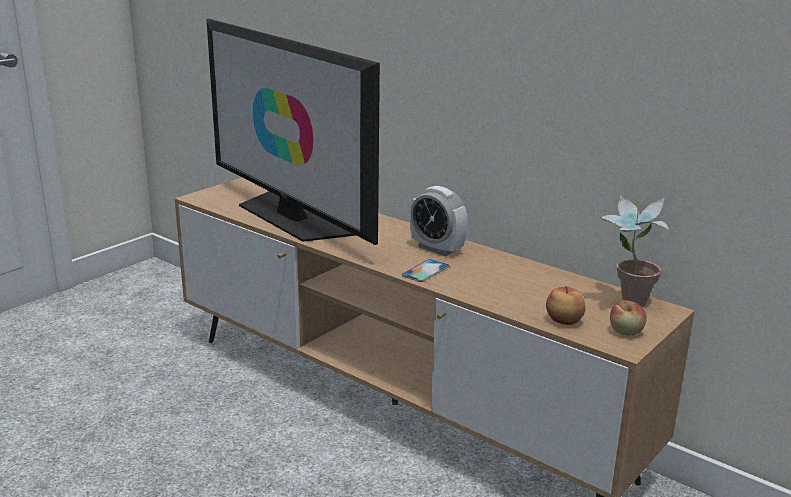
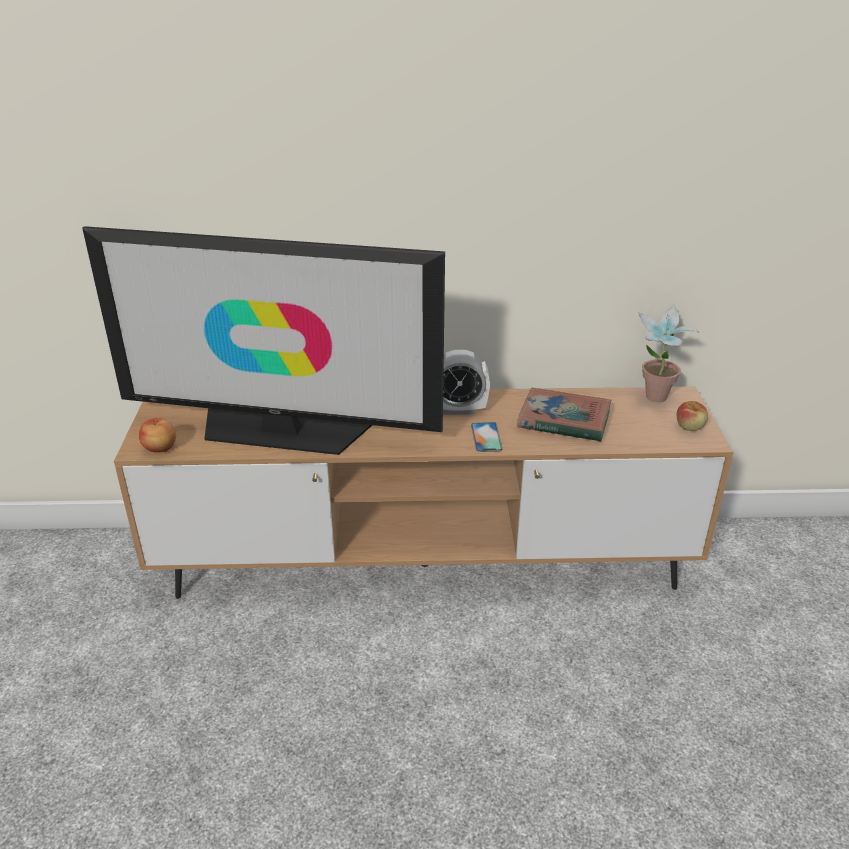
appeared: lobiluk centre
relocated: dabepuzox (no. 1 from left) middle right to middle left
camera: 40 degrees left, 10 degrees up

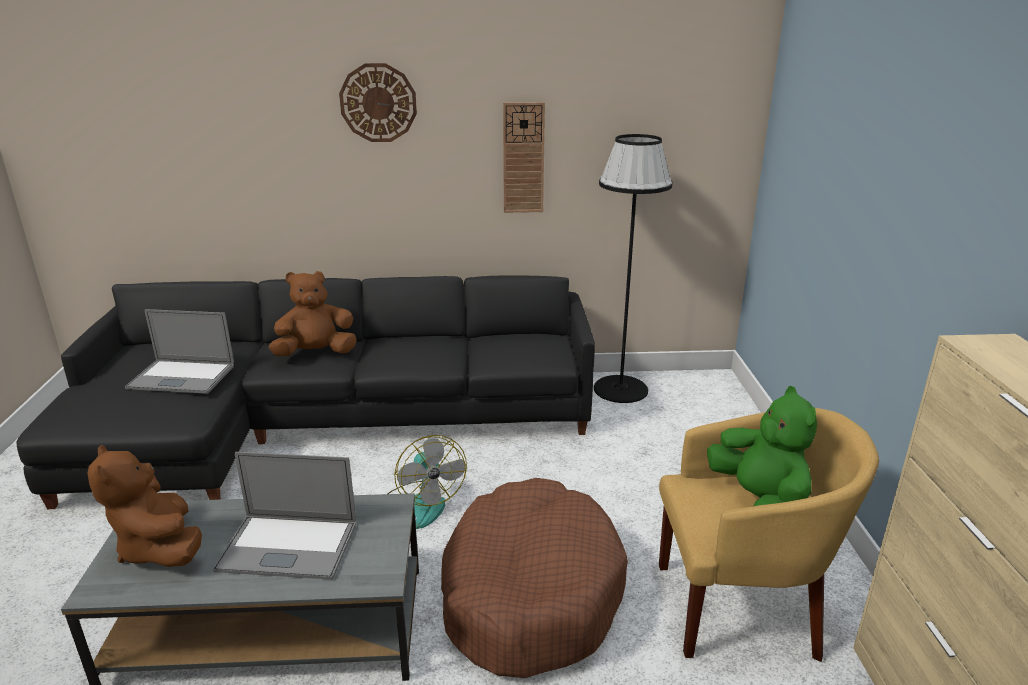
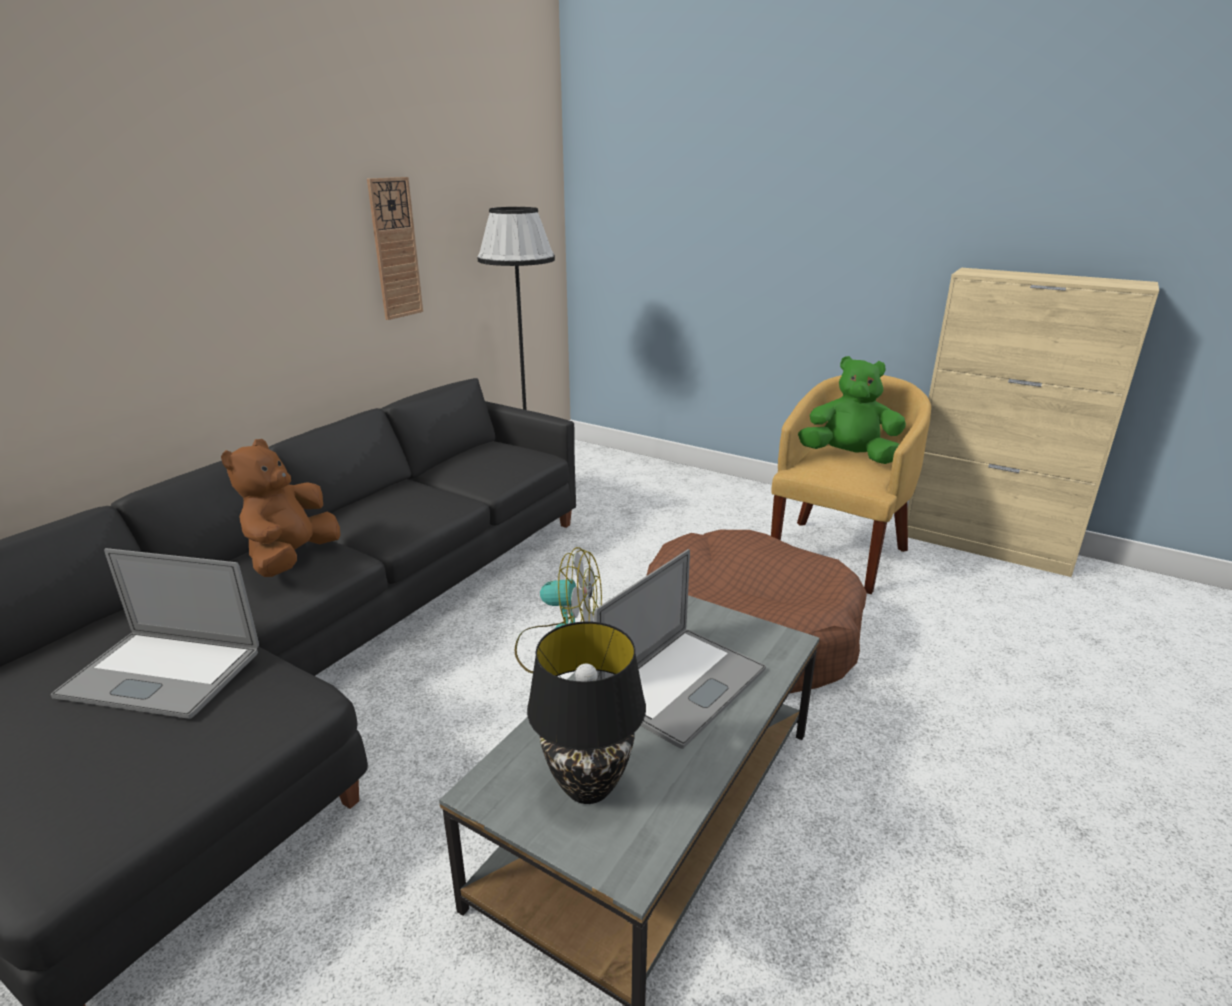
missing: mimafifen (no. 1 from left) top centre
exchanged: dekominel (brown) (no. 1 from left) bottom left to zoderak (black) bottom centre
spun: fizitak (no. 1 from left) middle left = middle left 60 degrees clockwise
camera: 55 degrees left, 0 degrees up

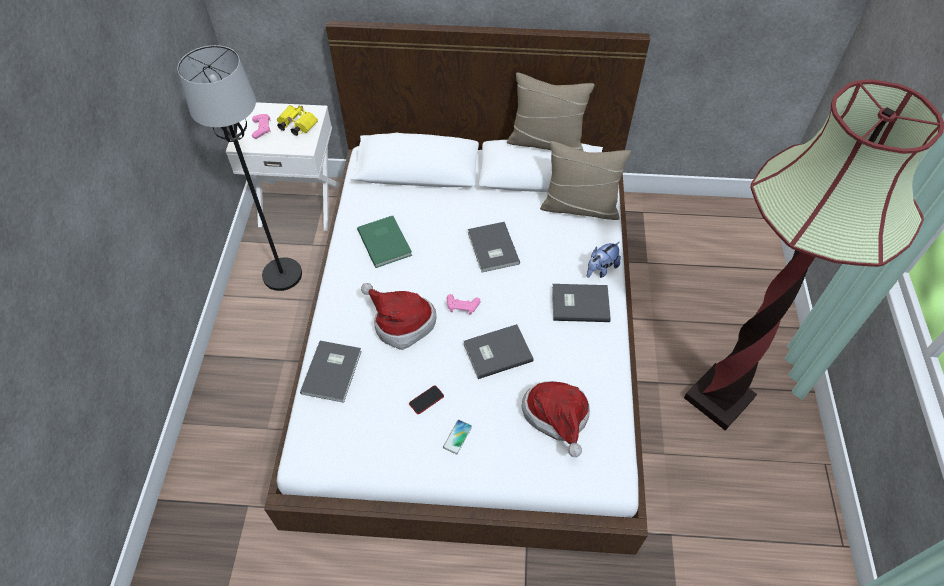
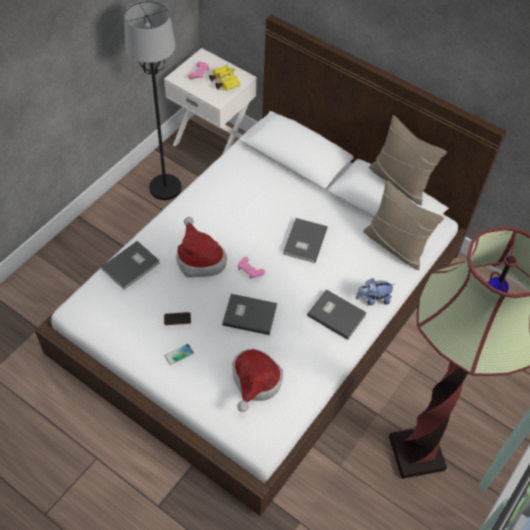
missing: lobiluk (green) centre
camera: 30 degrees right, 0 degrees up

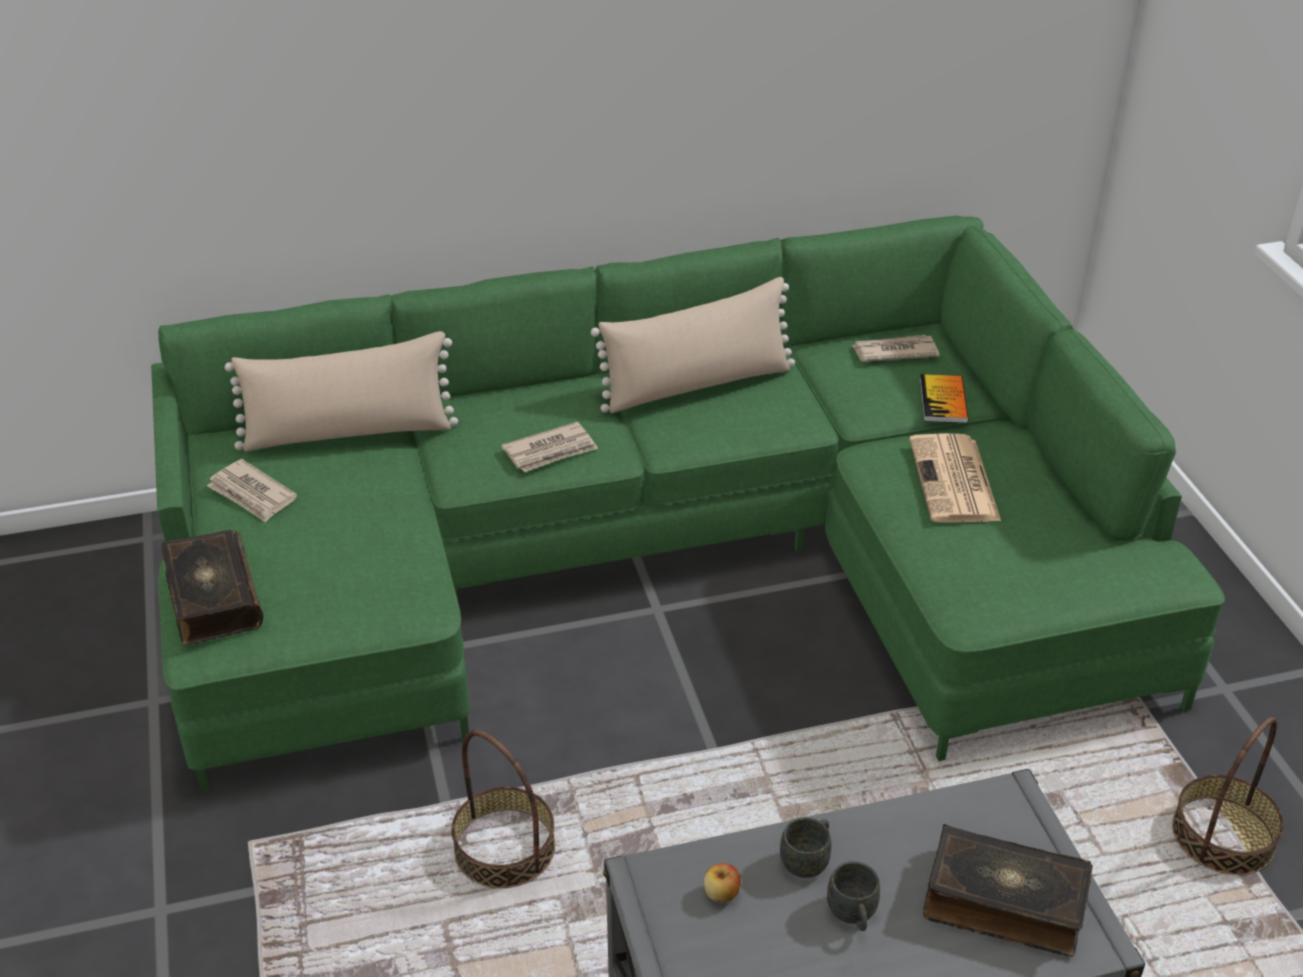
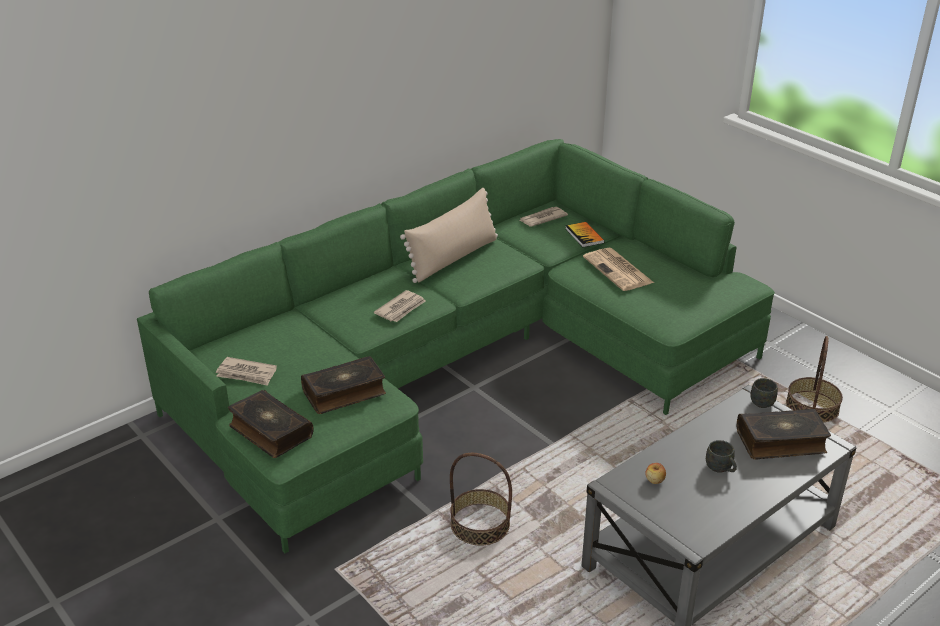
missing: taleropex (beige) (no. 1 from left) middle left
appeared: lobiluk (no. 2 from left) centre
relocated: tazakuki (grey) (no. 1 from left in the first image) bottom centre to tazakuki (grey) (no. 2 from left) middle right
camera: 25 degrees left, 5 degrees down

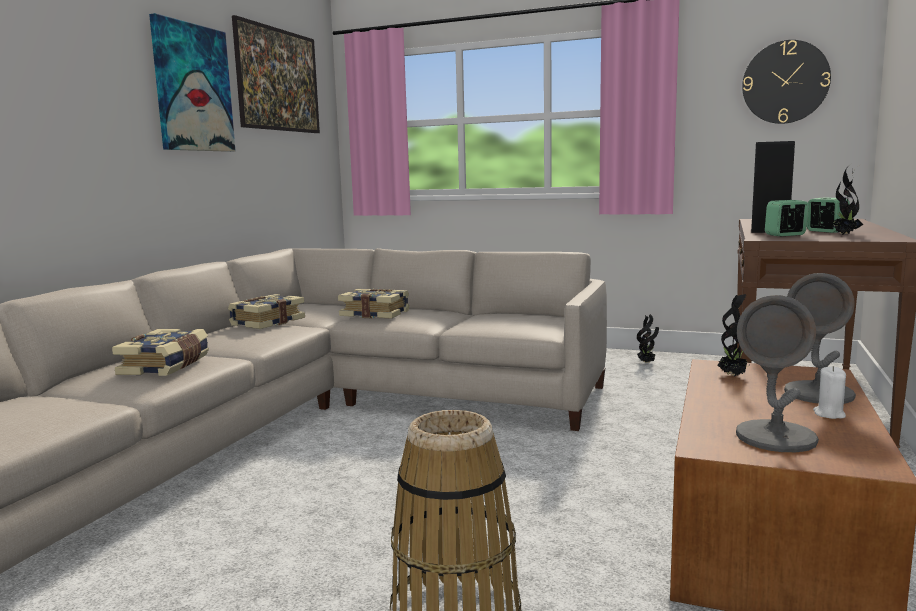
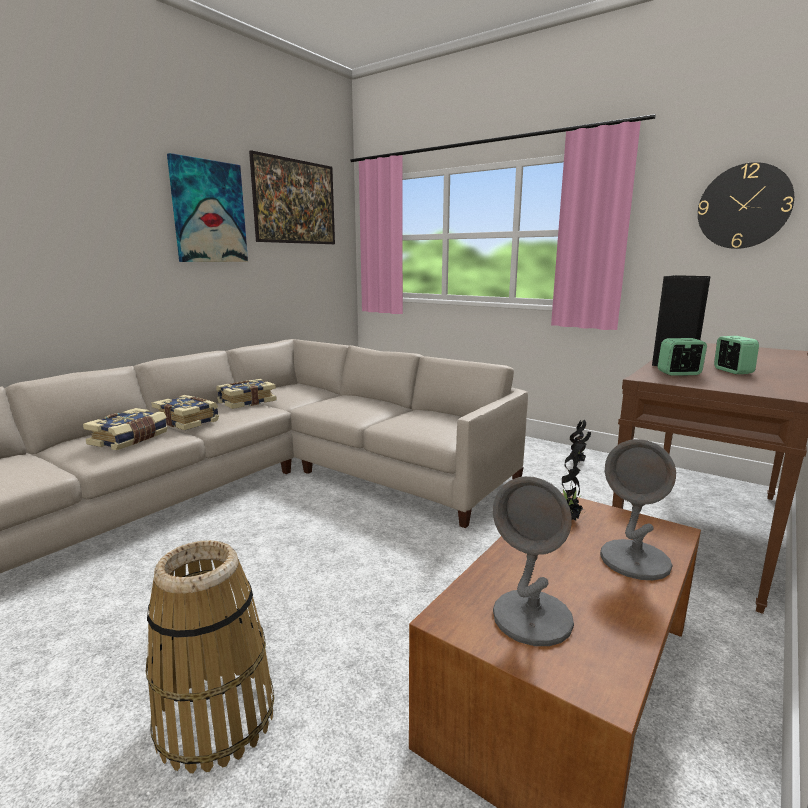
missing: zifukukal (no. 3 from left) top right; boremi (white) middle right
relocated: lobiluk (no. 3 from left in the first image) centre to lobiluk (no. 2 from left) middle left
camera: 15 degrees right, 5 degrees up

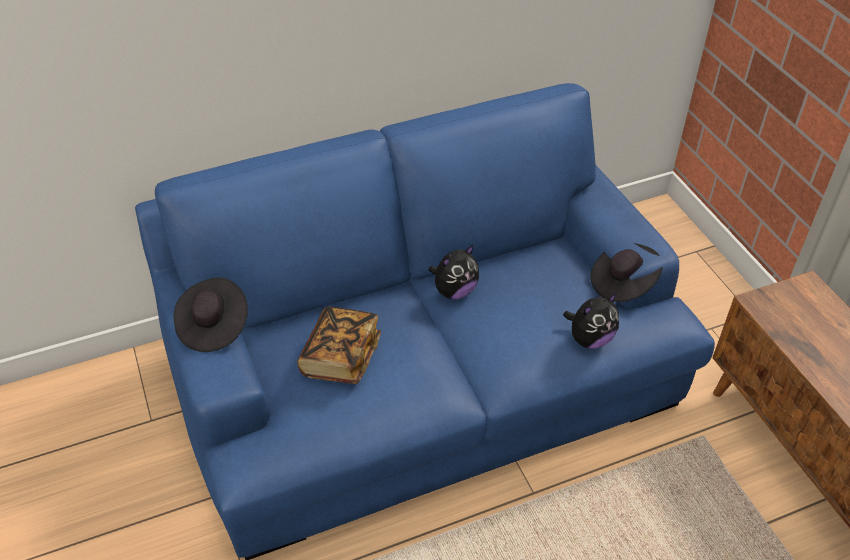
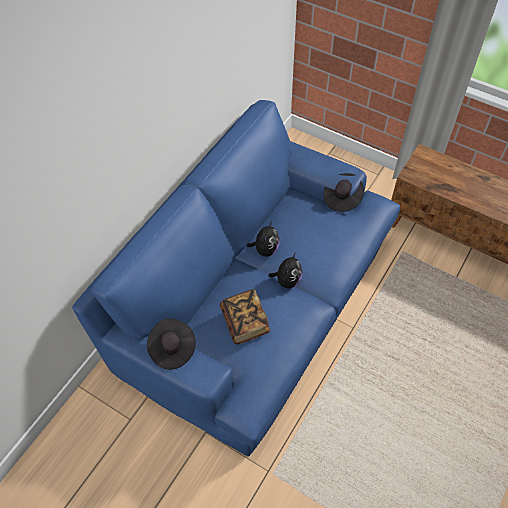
relocated: dekominel (no. 2 from left) middle right to centre
camera: 35 degrees left, 10 degrees up

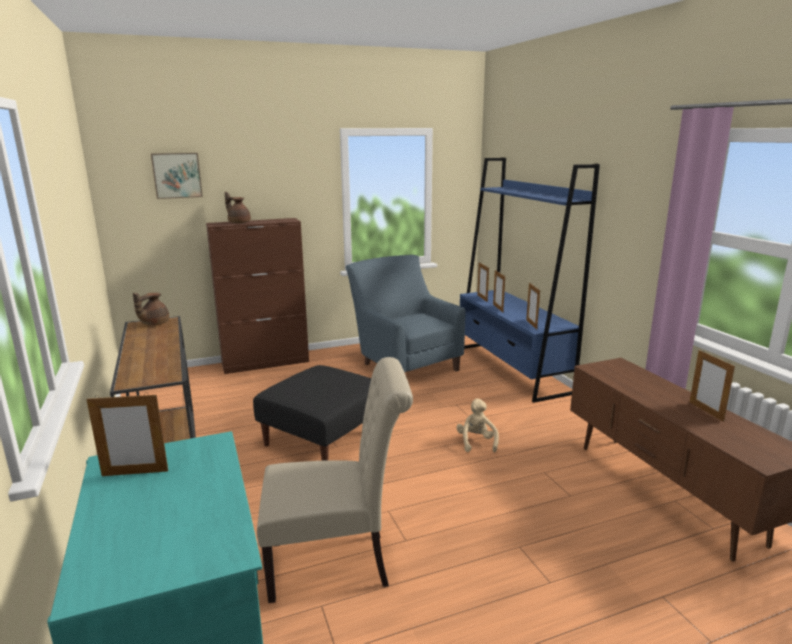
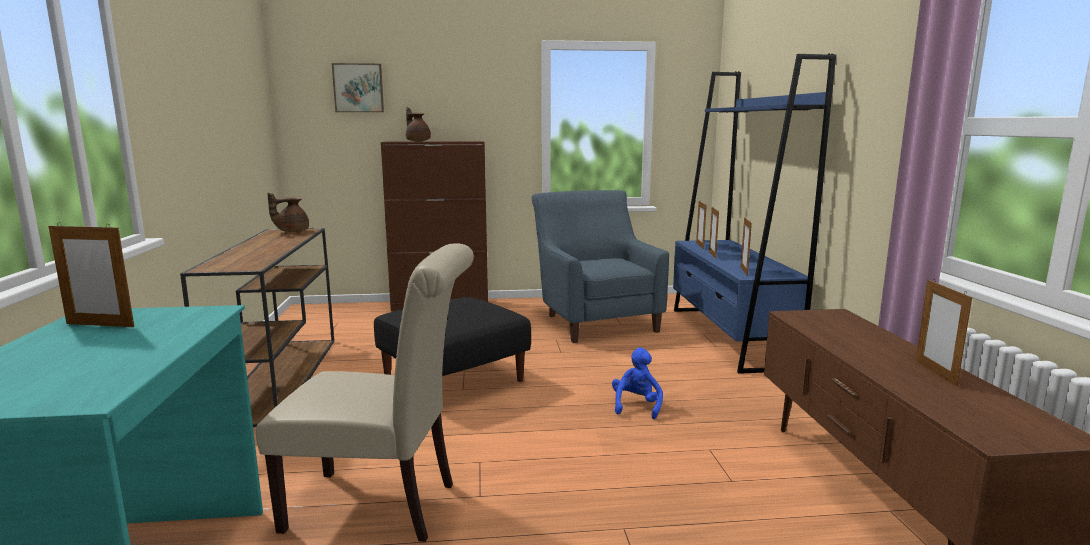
colour: dekominel (beige) centre to dekominel (blue) bottom centre
camera: 15 degrees right, 5 degrees down

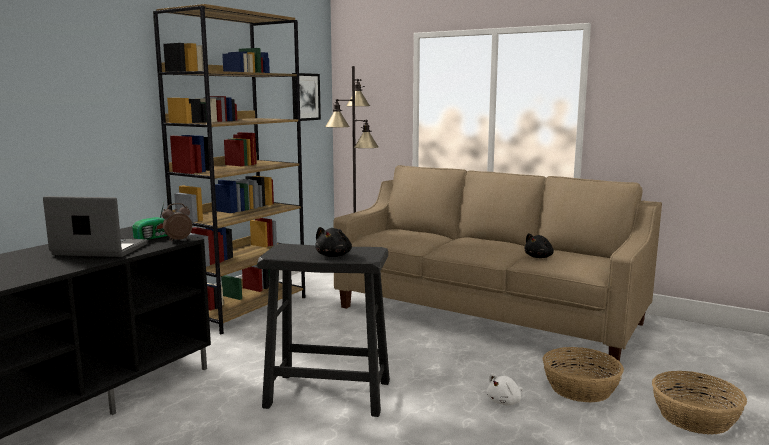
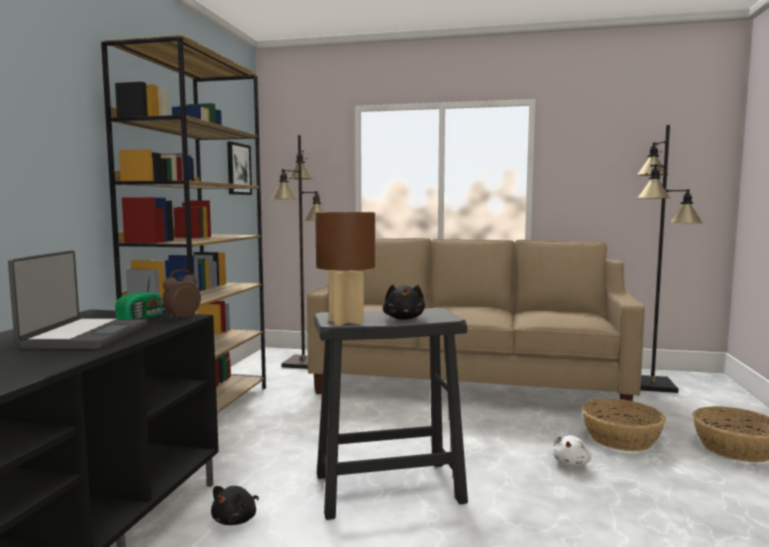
appeared: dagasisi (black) (no. 2 from left) middle right; zoderak (brown) centre
relocated: dekominel (black) (no. 2 from left in the first image) middle right to dekominel (black) (no. 1 from left) bottom left
spun: fizitak middle left = middle left 105 degrees clockwise
camera: 20 degrees left, 5 degrees down

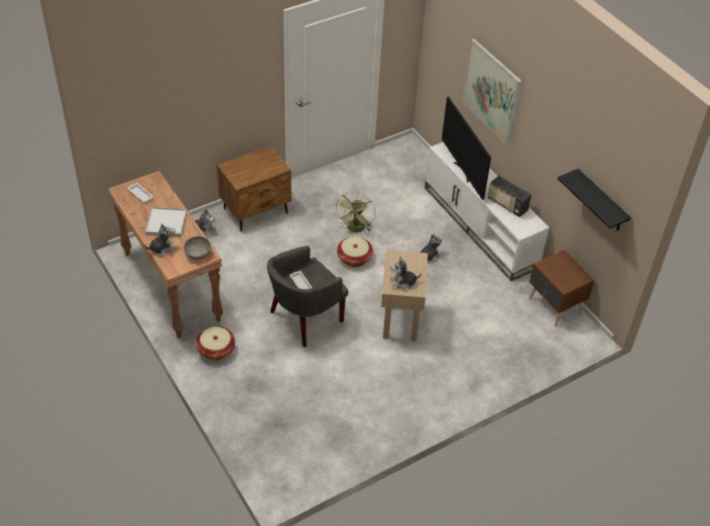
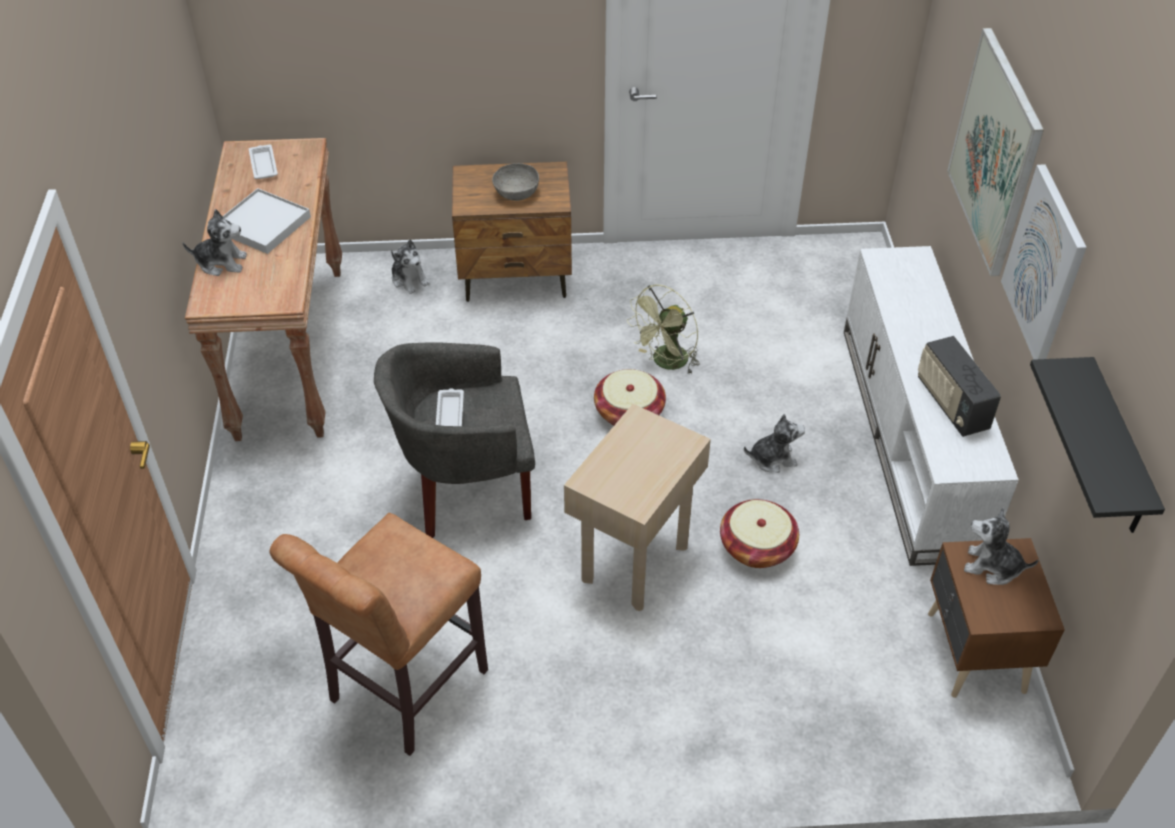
missing: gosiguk top centre
appeared: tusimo (no. 2 from left) top right; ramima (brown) bottom left
relocated: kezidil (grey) middle left to top centre; dekominel (no. 3 from left in the first image) centre to dekominel (no. 4 from left) middle right; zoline (no. 1 from left in the first image) middle left to zoline (no. 2 from left) centre
camera: 30 degrees right, 0 degrees up

